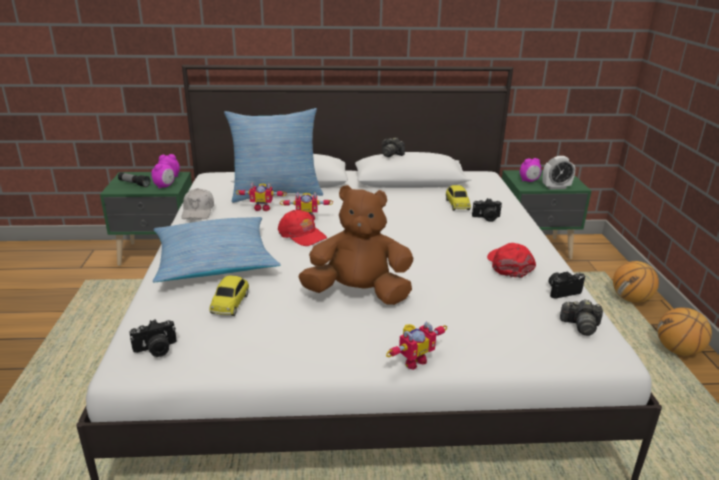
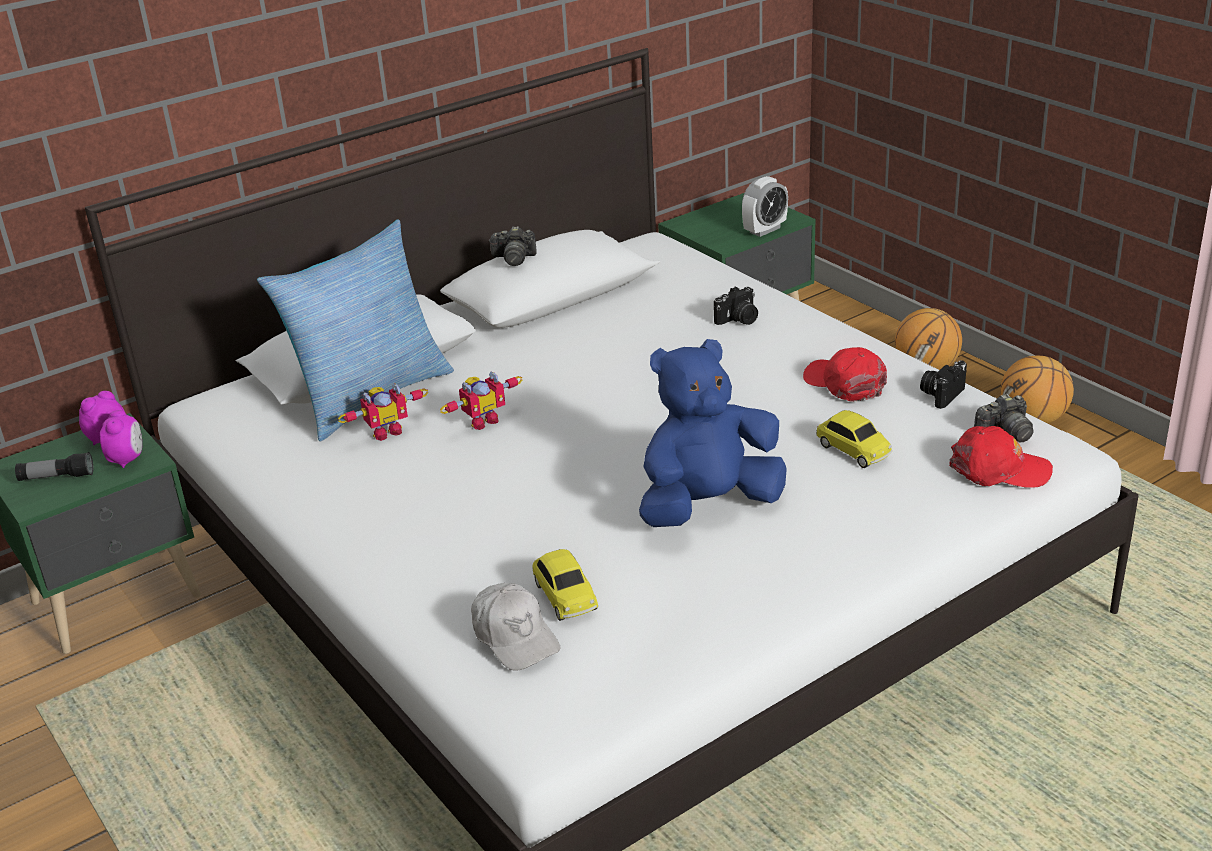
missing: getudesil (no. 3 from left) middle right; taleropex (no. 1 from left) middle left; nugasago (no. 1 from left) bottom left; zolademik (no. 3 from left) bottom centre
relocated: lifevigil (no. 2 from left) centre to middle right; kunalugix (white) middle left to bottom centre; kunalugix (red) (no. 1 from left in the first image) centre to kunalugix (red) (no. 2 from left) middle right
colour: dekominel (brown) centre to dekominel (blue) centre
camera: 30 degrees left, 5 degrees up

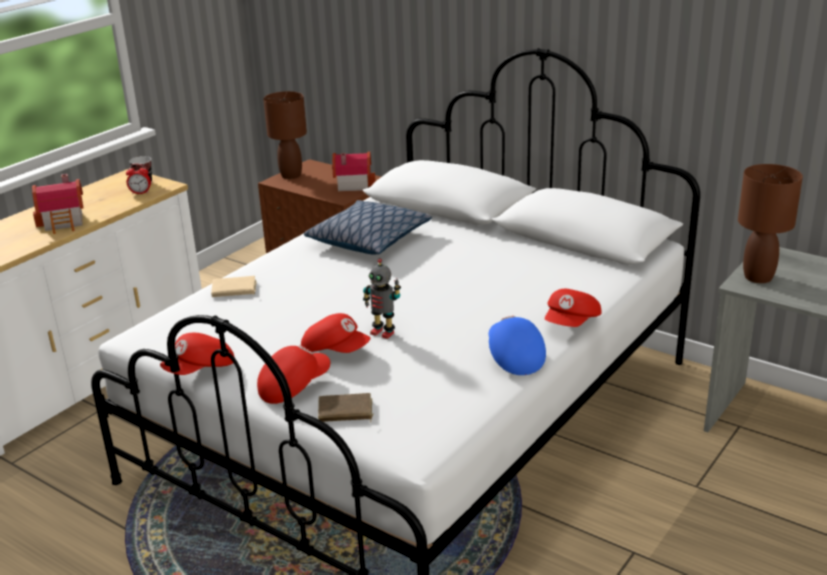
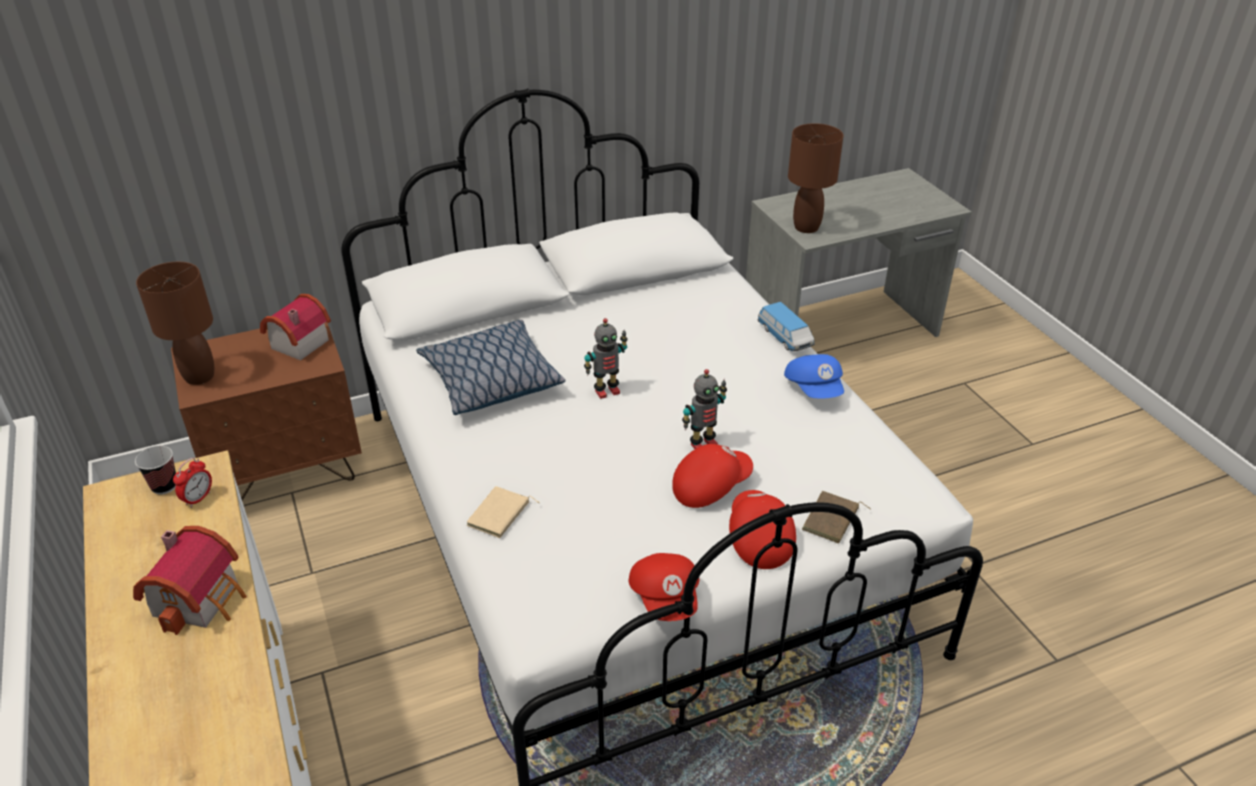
appeared: zolademik (no. 1 from left) centre
exchanged: kunalugix (red) (no. 4 from left) middle right to lifevigil centre
spun: kunalugix (blue) centre = centre 120 degrees counterclockwise
camera: 60 degrees left, 10 degrees up

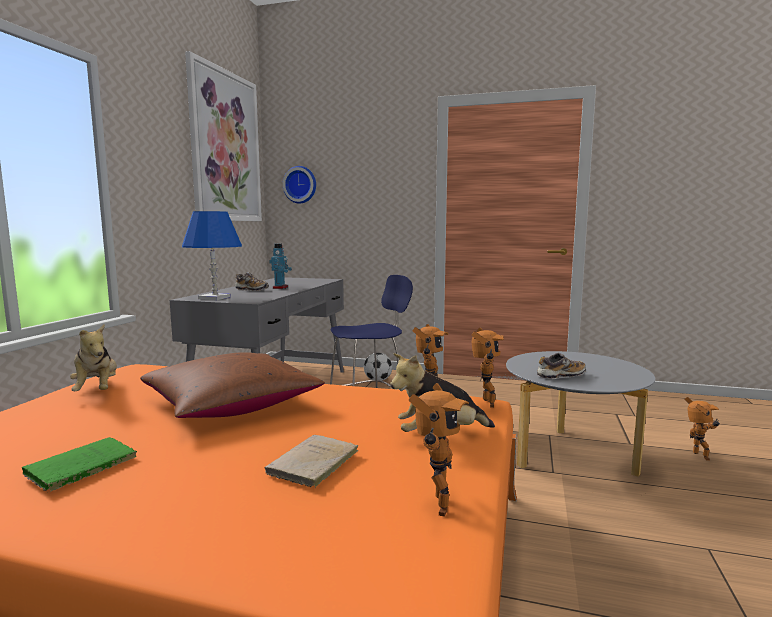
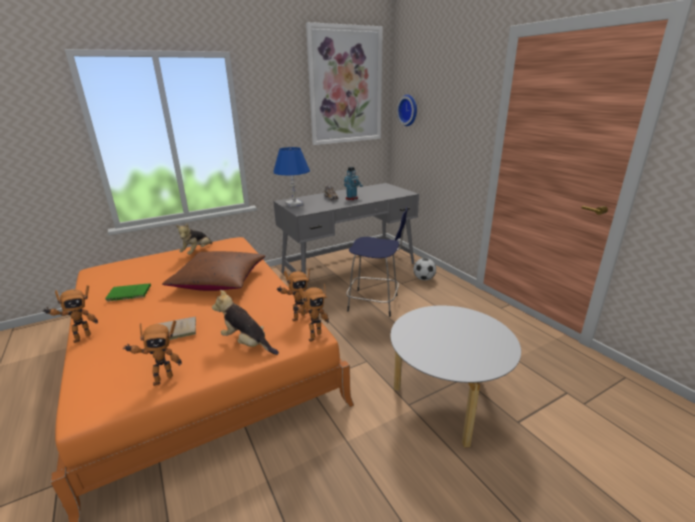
missing: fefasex (no. 2 from left) middle right
relocated: zolademik (no. 5 from left in the first image) bottom right to zolademik (no. 1 from left) middle left
camera: 45 degrees right, 15 degrees up

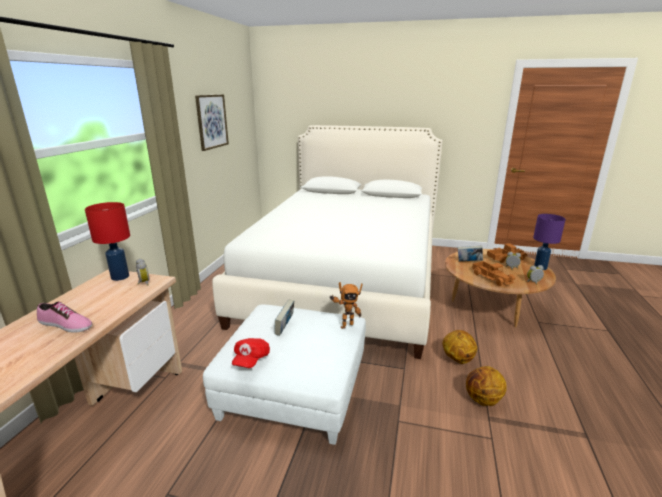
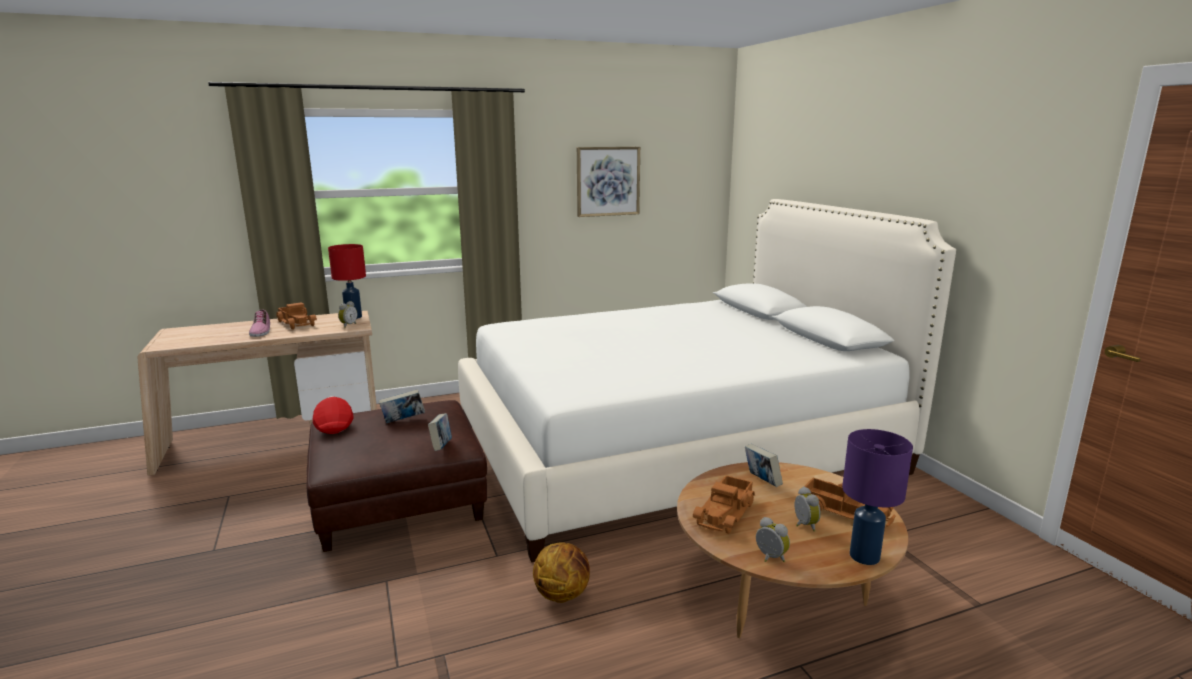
missing: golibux (no. 2 from left) bottom right
appeared: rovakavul (no. 1 from left) middle left
exchanged: zolademik centre to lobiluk (no. 2 from left) centre
colour: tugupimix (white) bottom centre to tugupimix (brown) bottom left
spun: kunalugix (red) bottom centre = middle left 90 degrees clockwise
camera: 55 degrees right, 5 degrees down

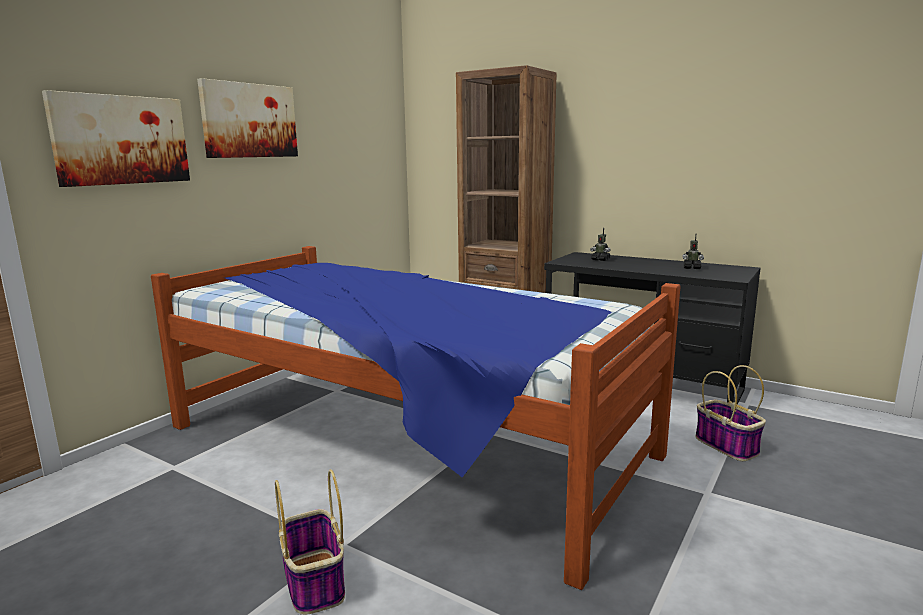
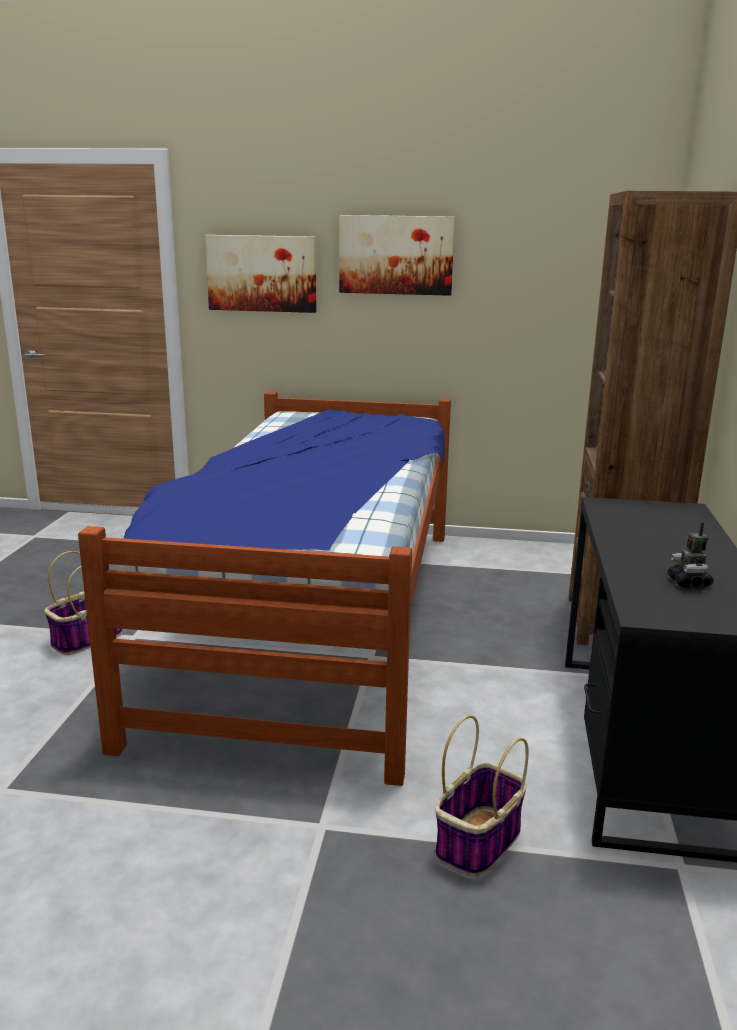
missing: zolademik (no. 1 from left) centre
camera: 65 degrees right, 5 degrees up

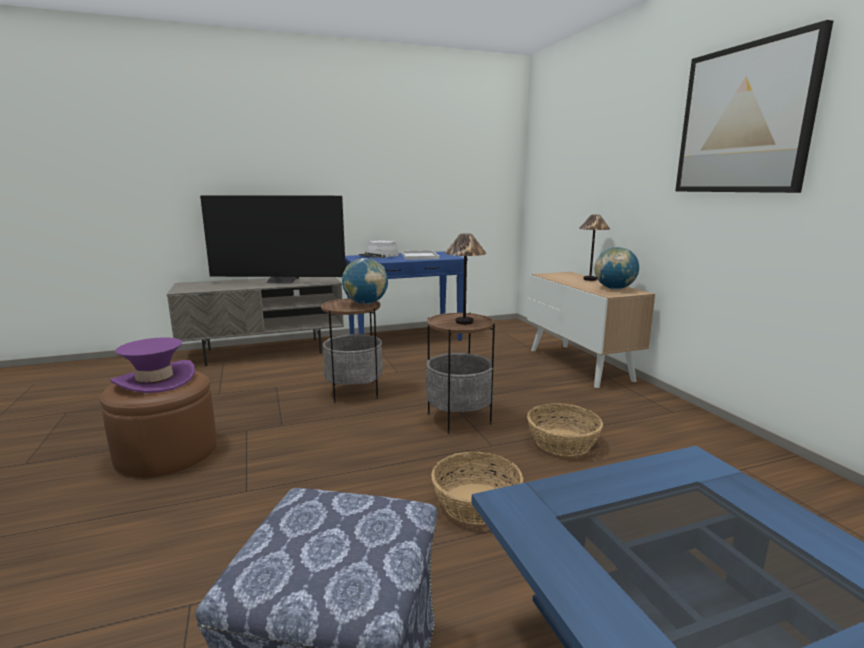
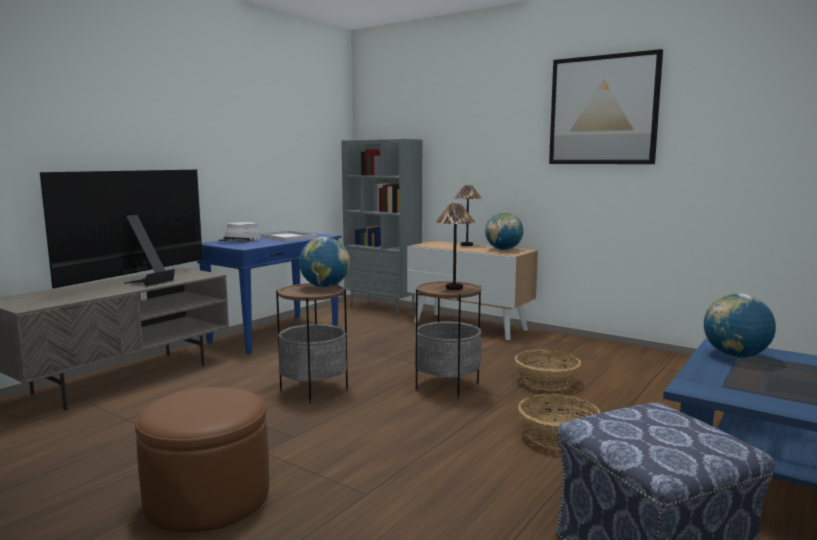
missing: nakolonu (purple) middle left
appeared: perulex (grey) centre; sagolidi (no. 3 from left) middle right
spun: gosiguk middle left = middle left 150 degrees clockwise
camera: 35 degrees left, 5 degrees down

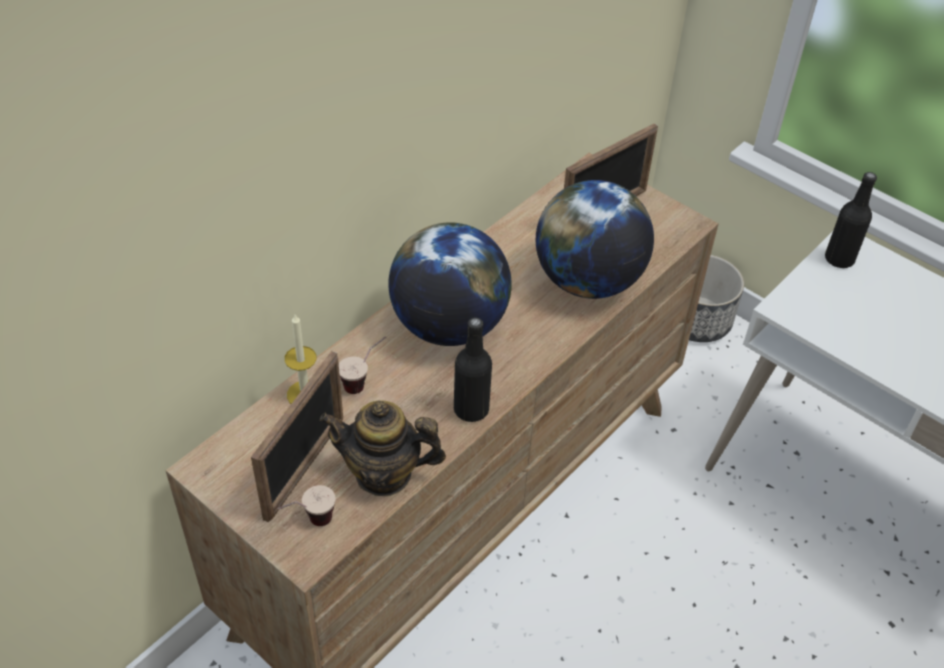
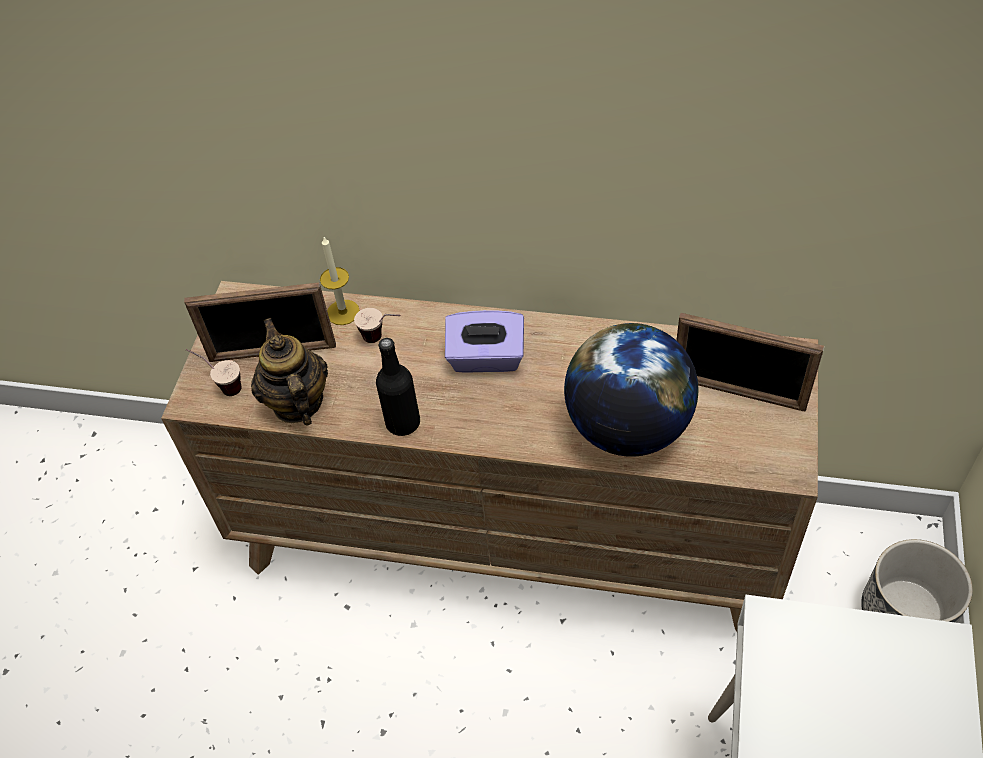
missing: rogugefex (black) (no. 2 from left) top right
exchanged: sagolidi (no. 1 from left) centre to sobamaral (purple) centre
camera: 65 degrees right, 5 degrees up

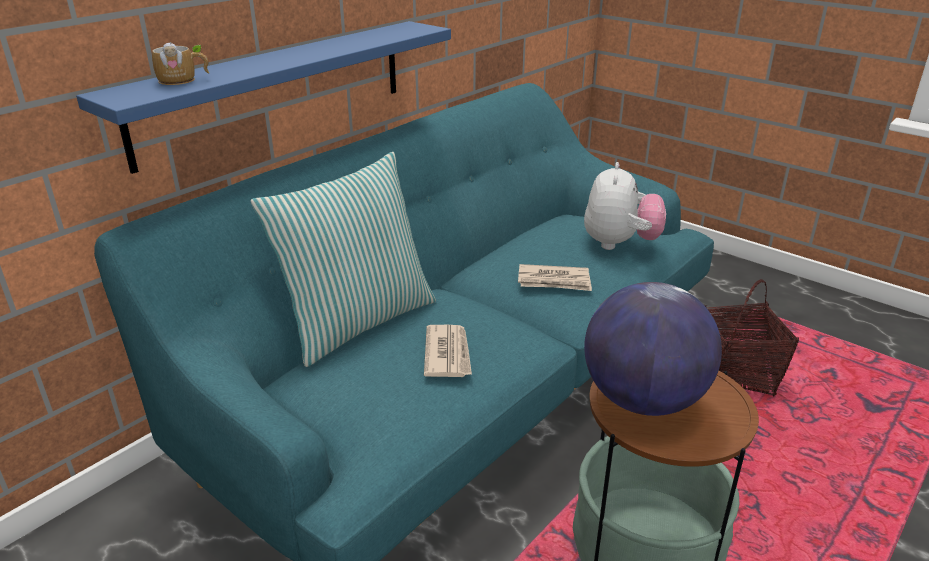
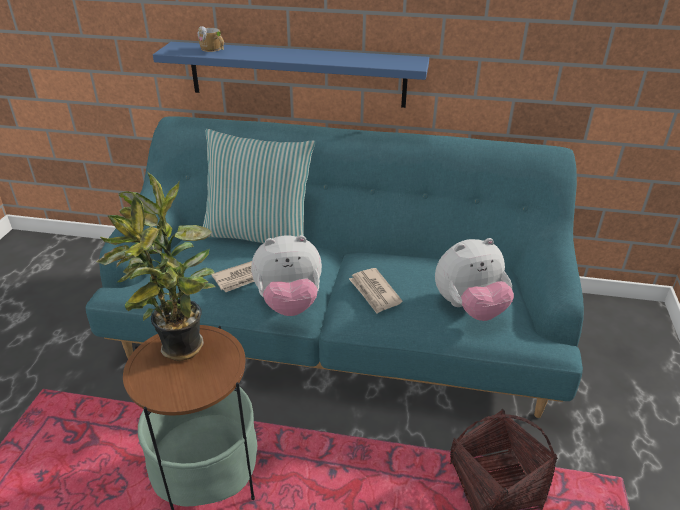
appeared: dekominel (no. 1 from left) centre
exchanged: sagolidi middle right to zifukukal middle left
camera: 60 degrees right, 5 degrees up

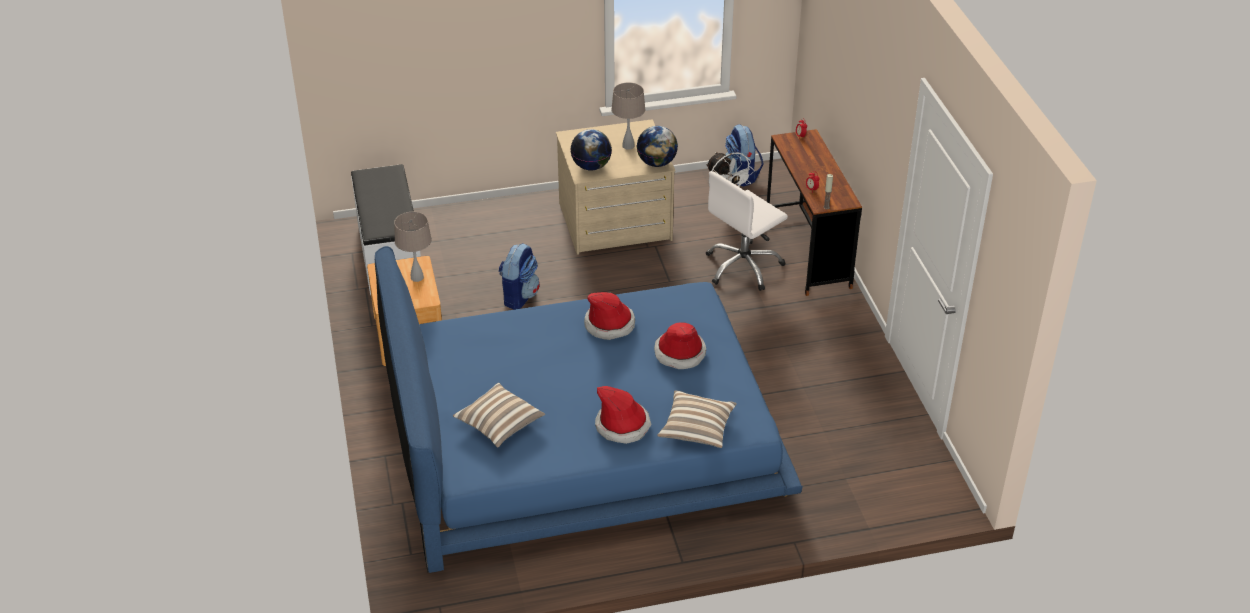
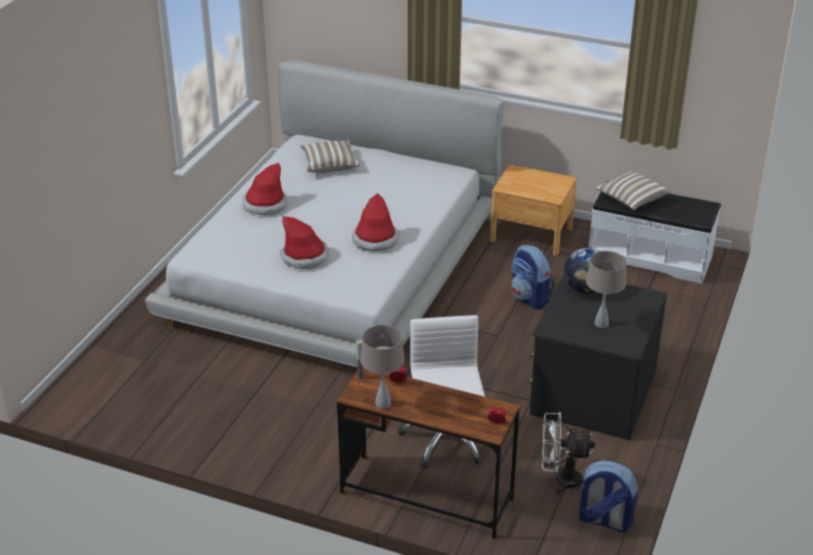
missing: sagolidi (no. 2 from left) top centre
relocated: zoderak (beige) (no. 1 from left) middle left to centre; taleropex (no. 2 from left) bottom centre to middle right
colour: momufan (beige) top centre to momufan (black) middle right; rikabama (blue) bottom centre to rikabama (white) centre
camera: 125 degrees right, 5 degrees down

